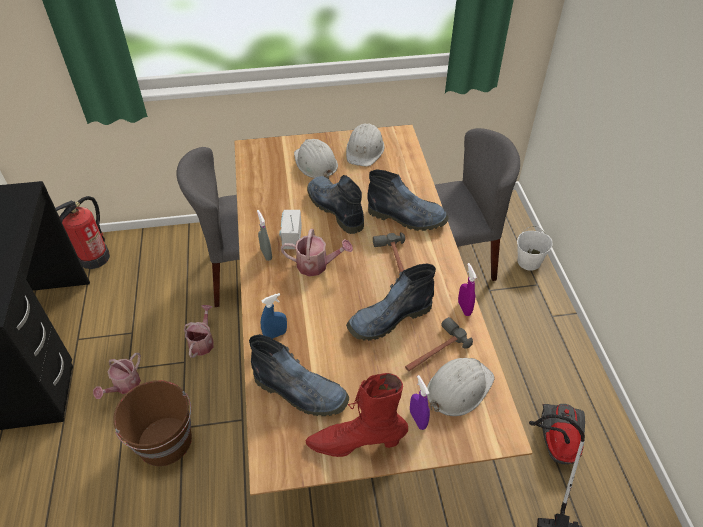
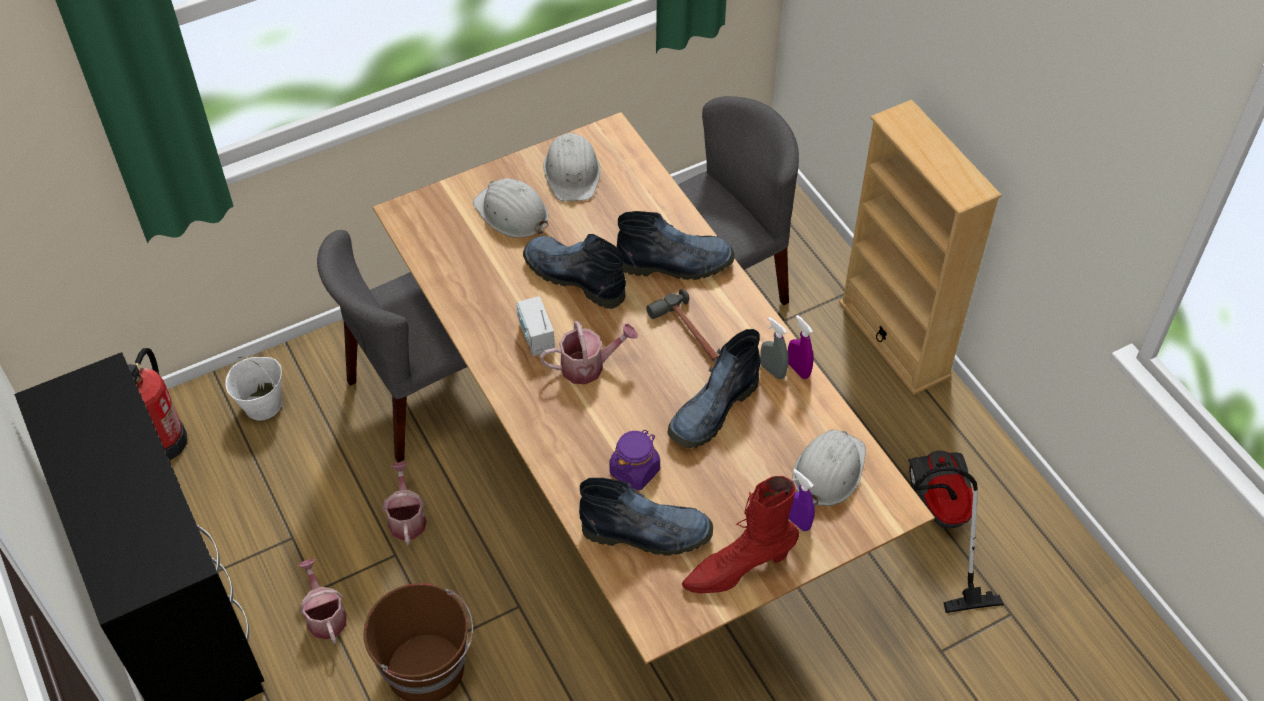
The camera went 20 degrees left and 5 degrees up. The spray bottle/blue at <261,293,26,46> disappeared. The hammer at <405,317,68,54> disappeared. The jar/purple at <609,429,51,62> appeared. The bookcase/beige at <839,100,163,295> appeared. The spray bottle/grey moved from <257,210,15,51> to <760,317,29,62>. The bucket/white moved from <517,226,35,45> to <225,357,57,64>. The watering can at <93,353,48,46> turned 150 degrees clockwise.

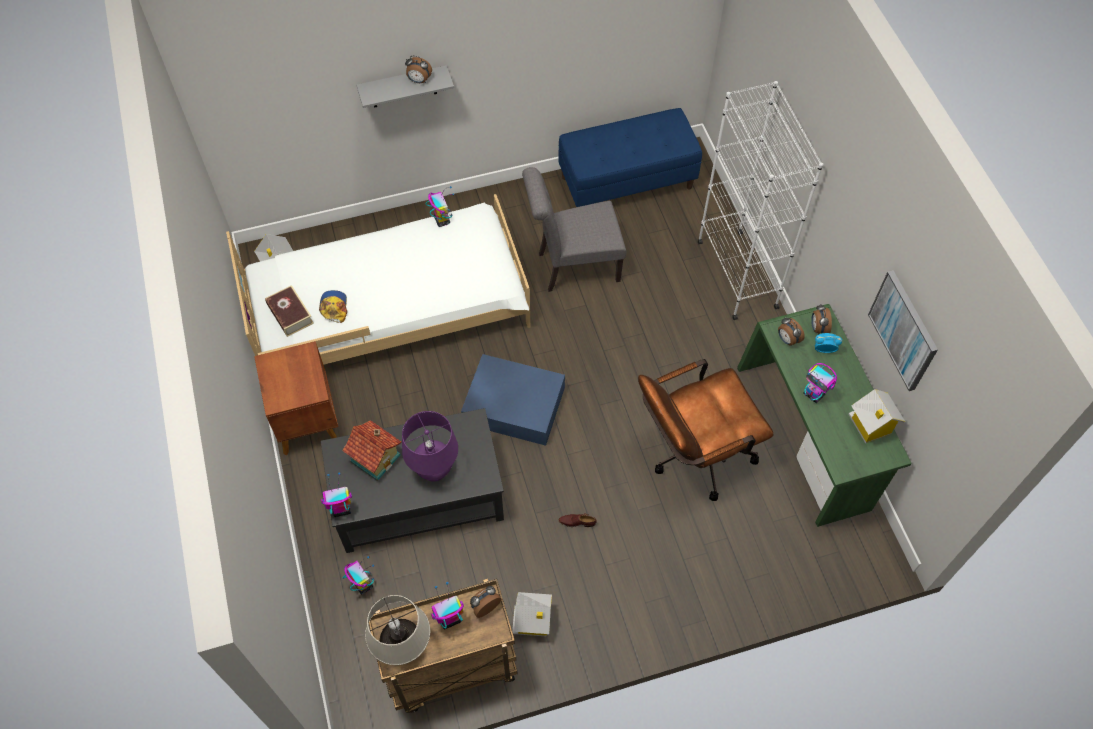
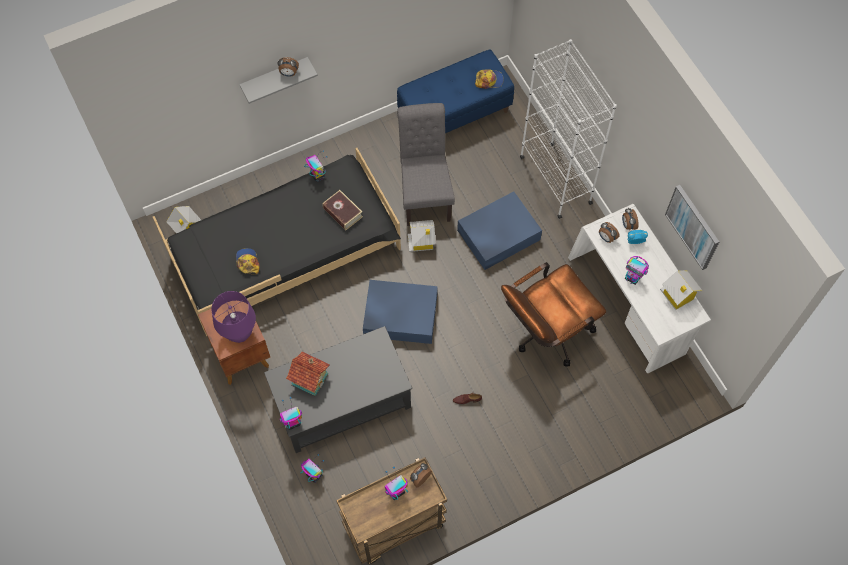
The camera went 10 degrees left and 5 degrees up. The table lamp/beige at <365,595,65,70> disappeared. The storage box/blue at <457,191,85,79> appeared. The cap at <475,70,29,19> appeared. The book moved from <265,285,49,52> to <322,190,41,40>. The table lamp/purple moved from <402,411,56,71> to <211,291,45,52>. The toy house moved from <512,592,40,45> to <408,220,28,32>. The bed/white at <226,194,304,171> became the bed/black at <153,148,248,188>. The desk/green at <737,304,175,223> became the desk/white at <568,204,143,170>. The chair/grey at <522,167,104,125> turned 105 degrees clockwise.

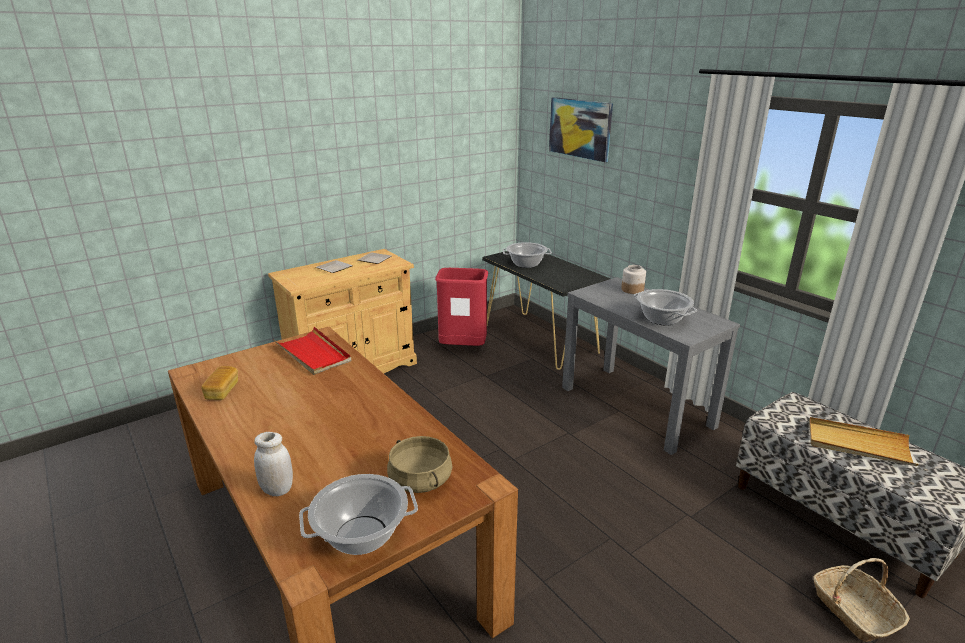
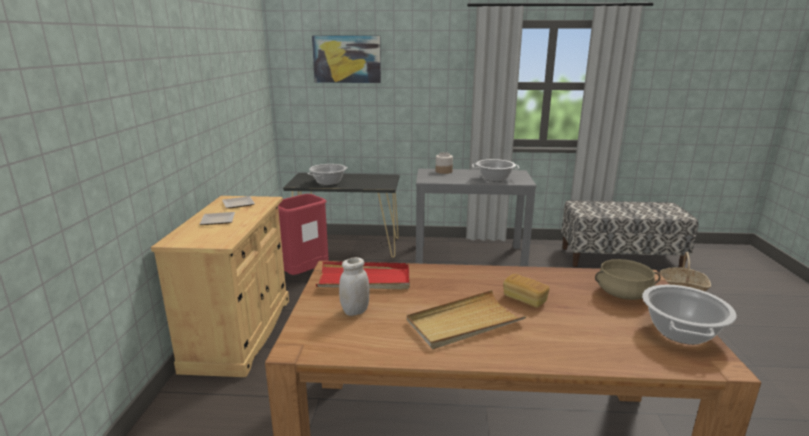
The camera went 50 degrees left and 5 degrees down. The bread moved from <201,366,37,34> to <503,274,46,34>. The jar/white moved from <254,432,39,64> to <339,257,30,59>. The tray/beige moved from <809,417,109,49> to <407,290,120,59>.

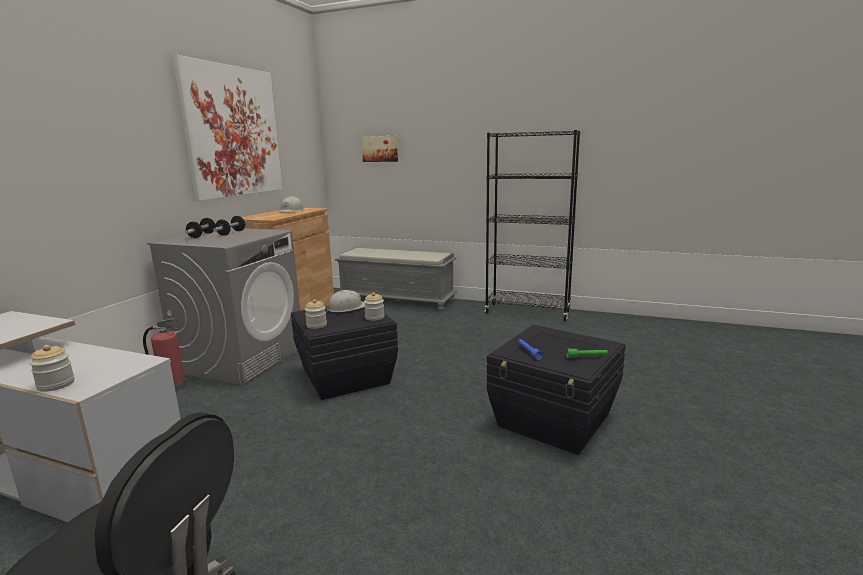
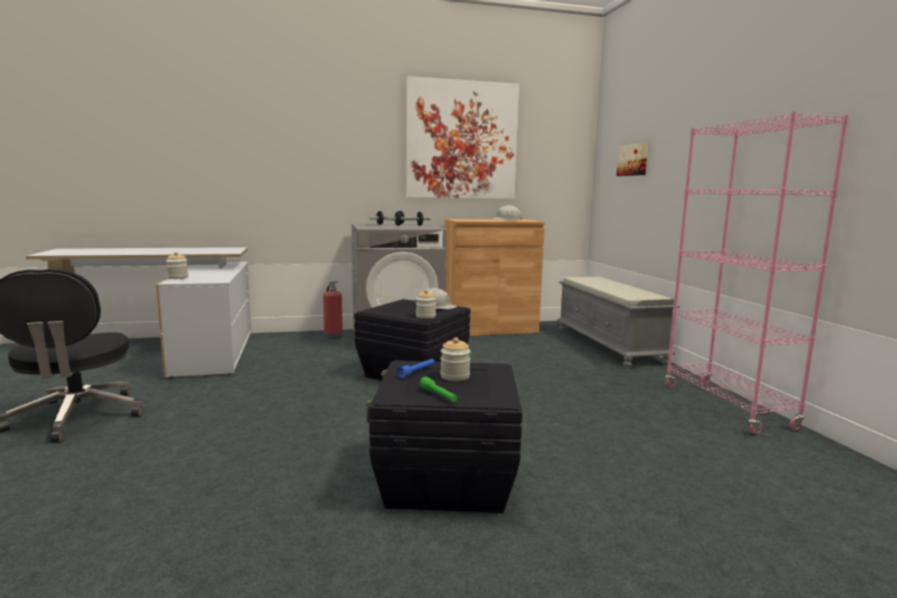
The camera went 55 degrees right and 5 degrees down. The jar moved from <305,299,22,30> to <440,338,31,43>. The bookcase/black at <485,130,95,191> became the bookcase/pink at <665,111,184,323>.

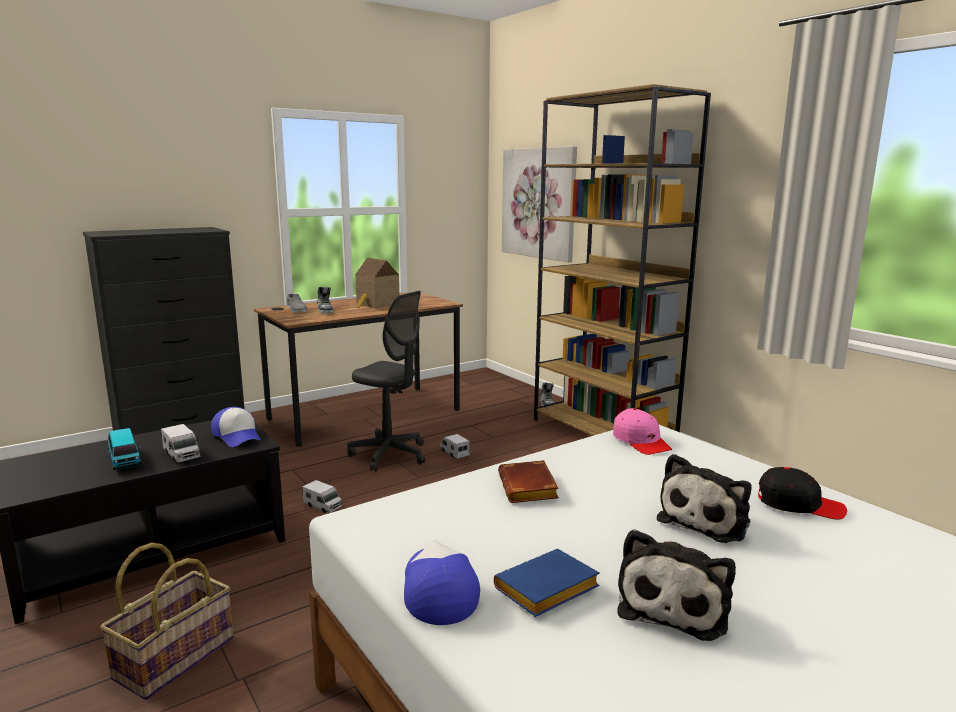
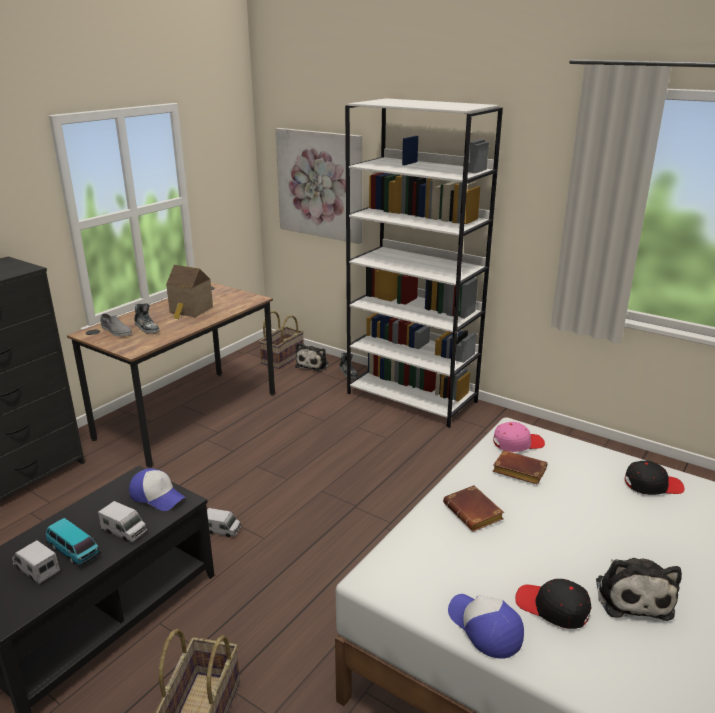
The camera went 20 degrees left and 10 degrees up. The office chair/grey at <347,291,78,181> disappeared. The basket at <259,311,45,58> appeared. The book/brown at <492,450,55,35> appeared. The toy truck moved from <440,434,30,25> to <12,540,48,44>. The plush toy moved from <657,454,95,89> to <295,343,33,28>. The book/blue at <494,549,106,68> was replaced by the cap/black at <515,579,76,50>. The bookcase/brown at <534,84,177,352> became the bookcase/white at <345,98,158,330>. The cap/pink at <613,408,59,47> turned 60 degrees counterclockwise.

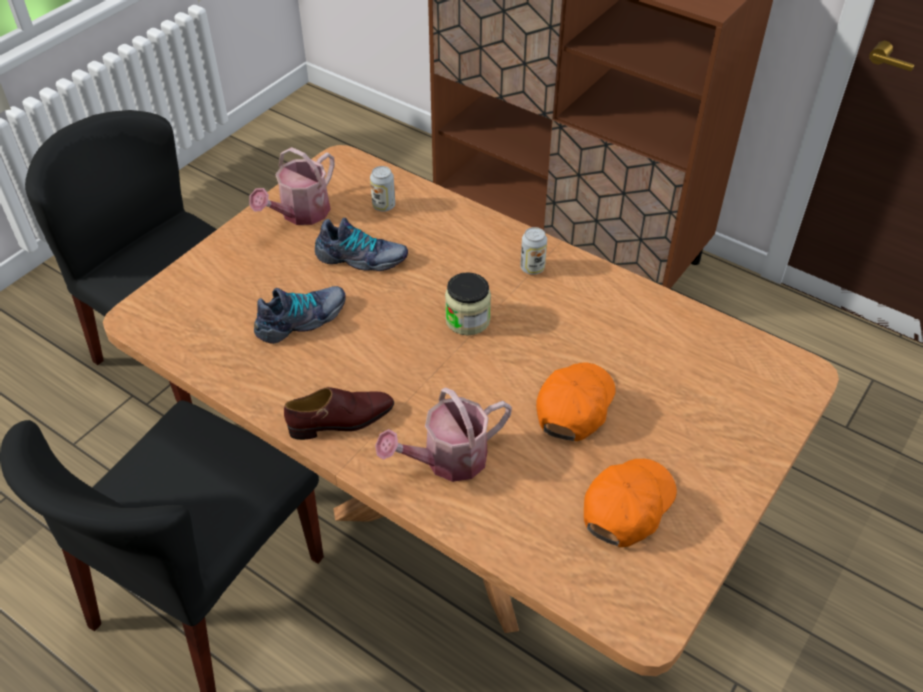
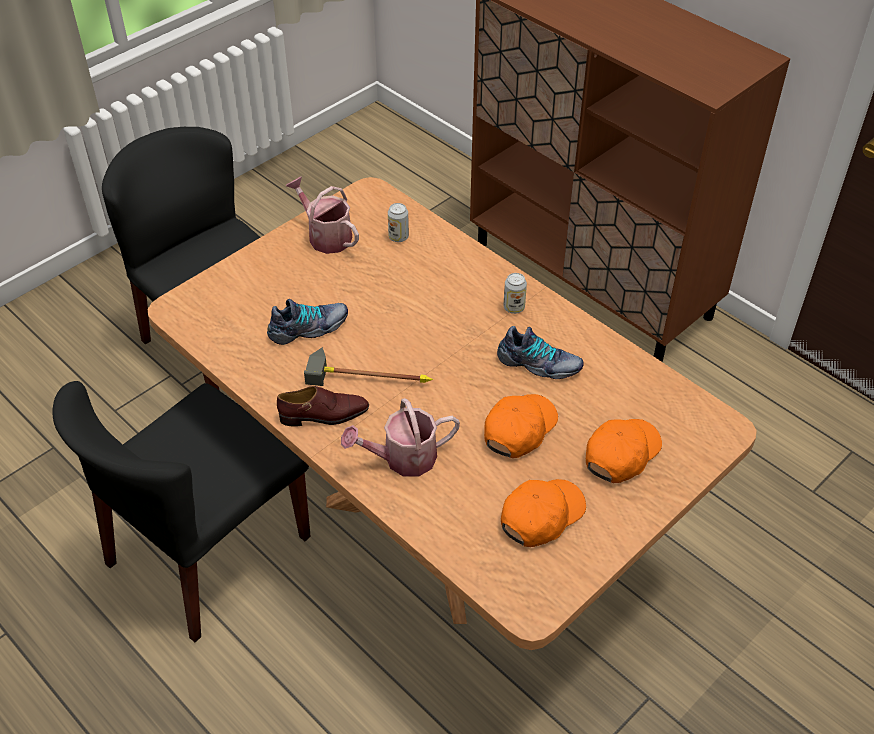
The camera went 10 degrees right and 0 degrees up. The jar at <445,272,46,63> disappeared. The hammer at <304,347,129,39> appeared. The cap/orange at <586,419,76,64> appeared. The shoe moved from <315,218,93,53> to <497,326,87,53>. The watering can at <249,147,86,78> turned 90 degrees clockwise.

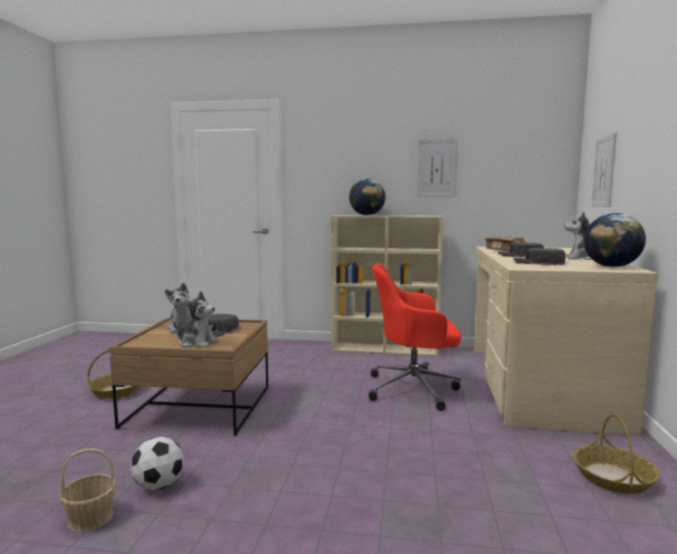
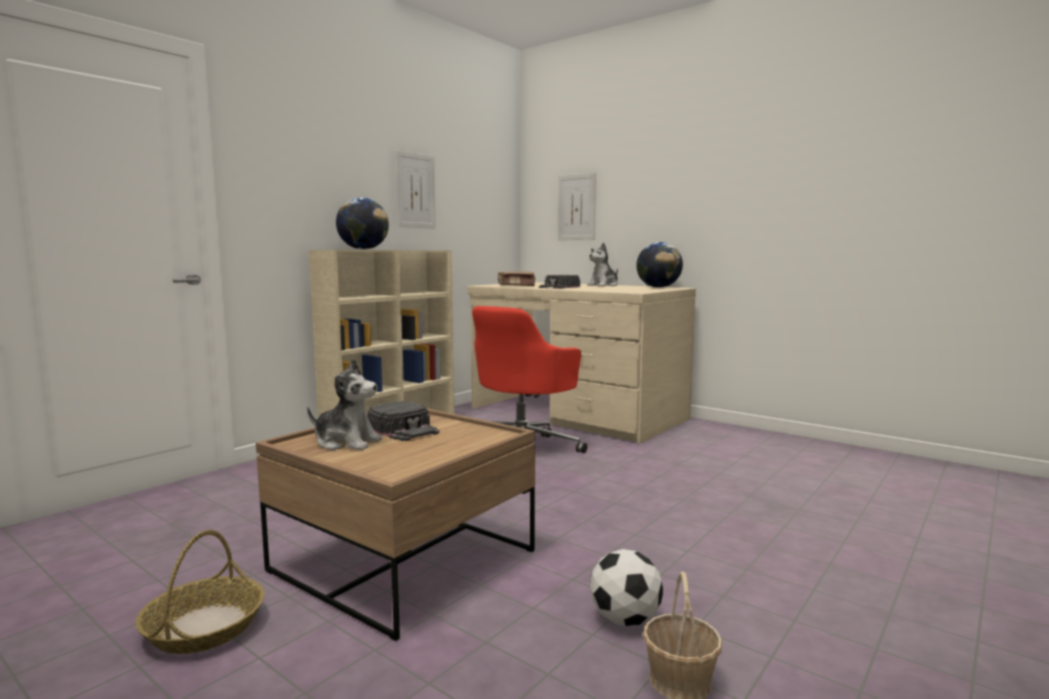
The camera went 60 degrees left and 0 degrees up. The plush toy at <173,291,46,57> disappeared. The cap/black at <513,248,53,17> disappeared. The basket at <573,414,87,80> disappeared.

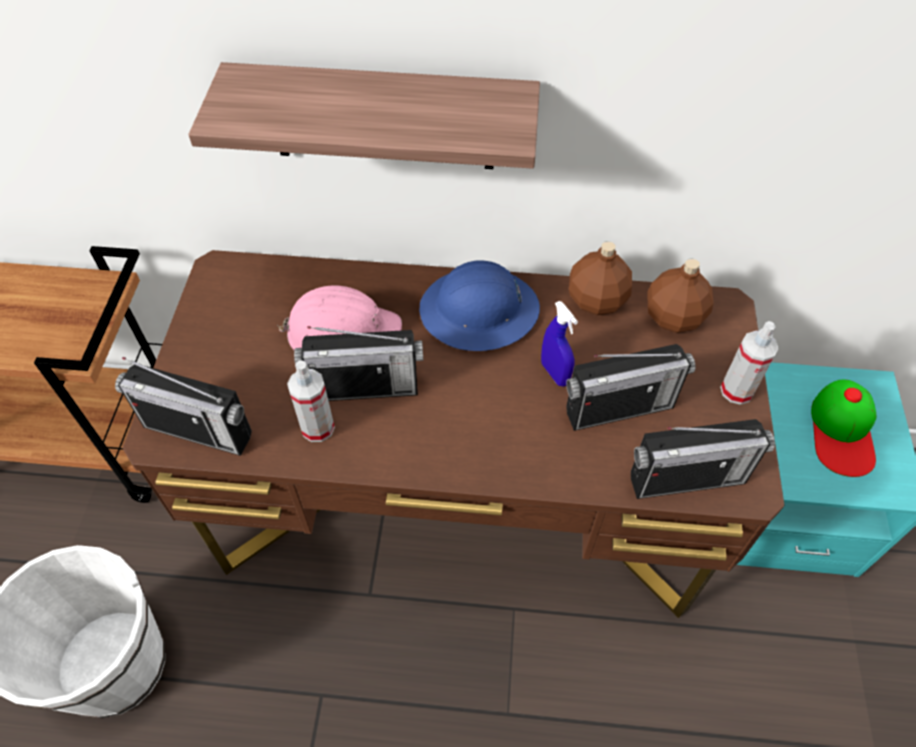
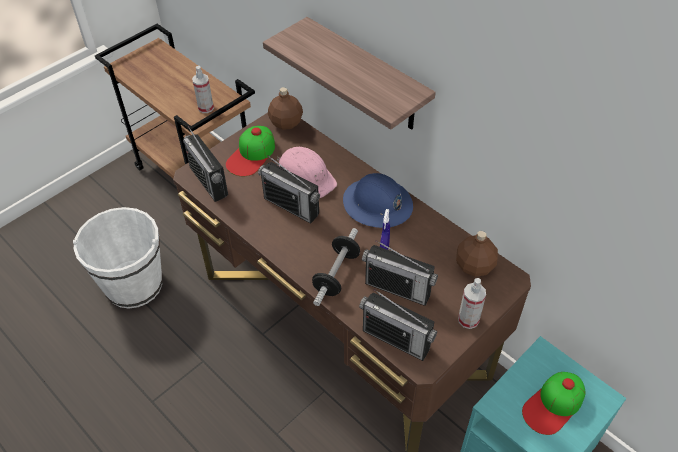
The camera went 40 degrees right and 5 degrees down. The cap at <226,126,49,50> appeared. The dumbbell at <312,228,48,78> appeared. The spray bottle moved from <287,360,48,82> to <192,66,22,47>. The bottle/brown moved from <569,241,63,74> to <268,87,35,43>.

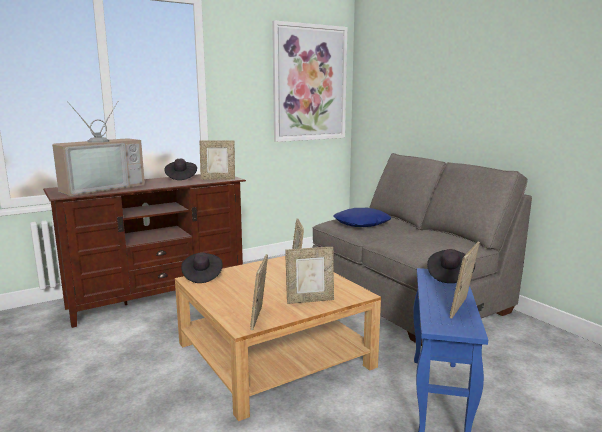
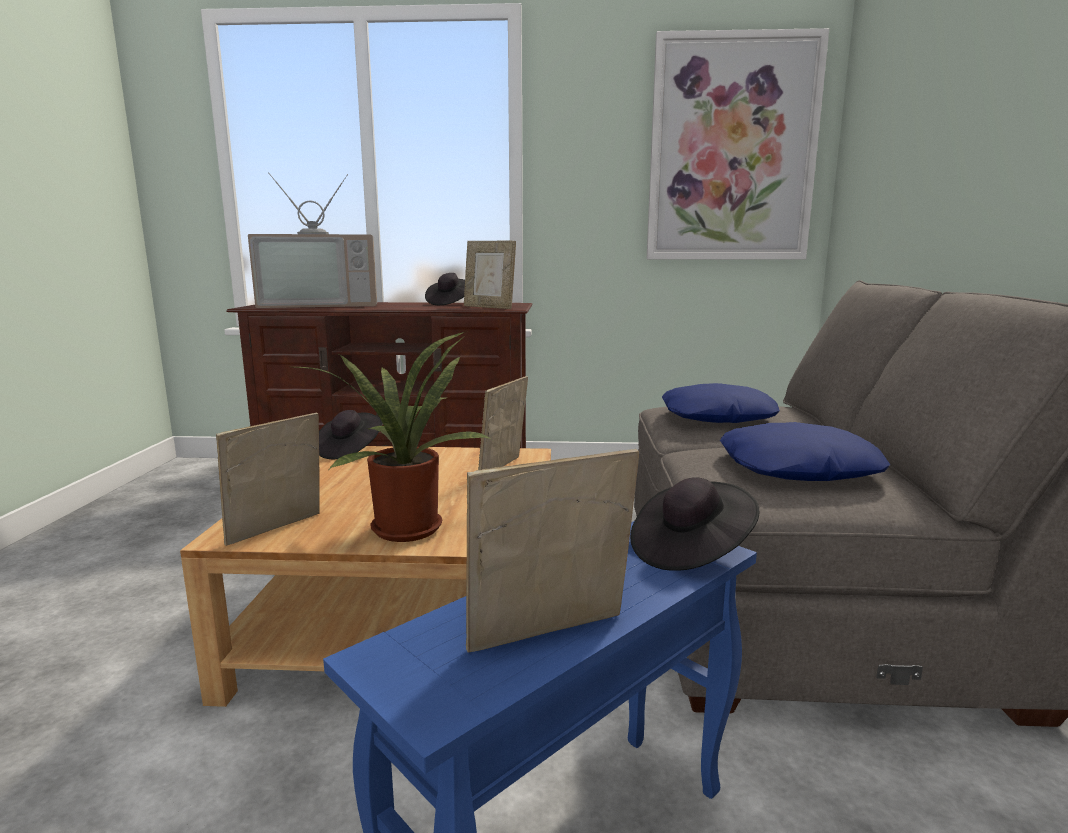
The camera went 35 degrees right and 0 degrees up. The pillow/blue at <720,422,170,59> appeared. The picture frame at <285,247,49,57> was replaced by the potted plant at <295,331,197,211>.

